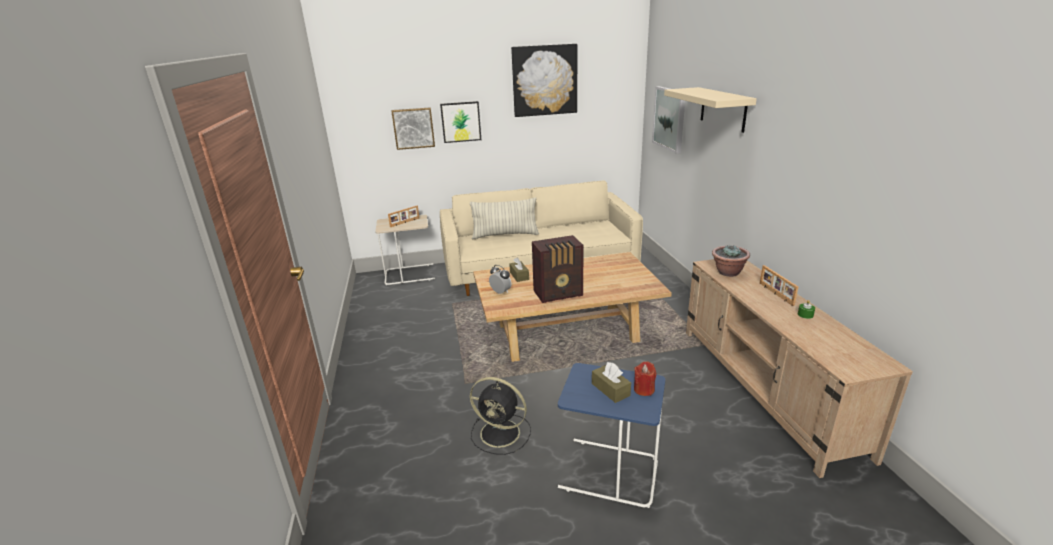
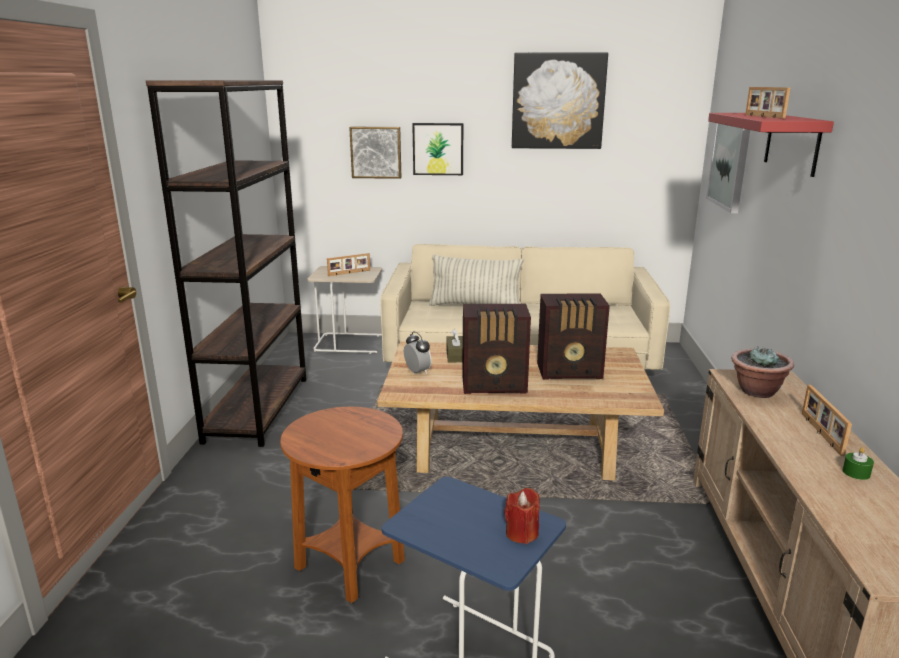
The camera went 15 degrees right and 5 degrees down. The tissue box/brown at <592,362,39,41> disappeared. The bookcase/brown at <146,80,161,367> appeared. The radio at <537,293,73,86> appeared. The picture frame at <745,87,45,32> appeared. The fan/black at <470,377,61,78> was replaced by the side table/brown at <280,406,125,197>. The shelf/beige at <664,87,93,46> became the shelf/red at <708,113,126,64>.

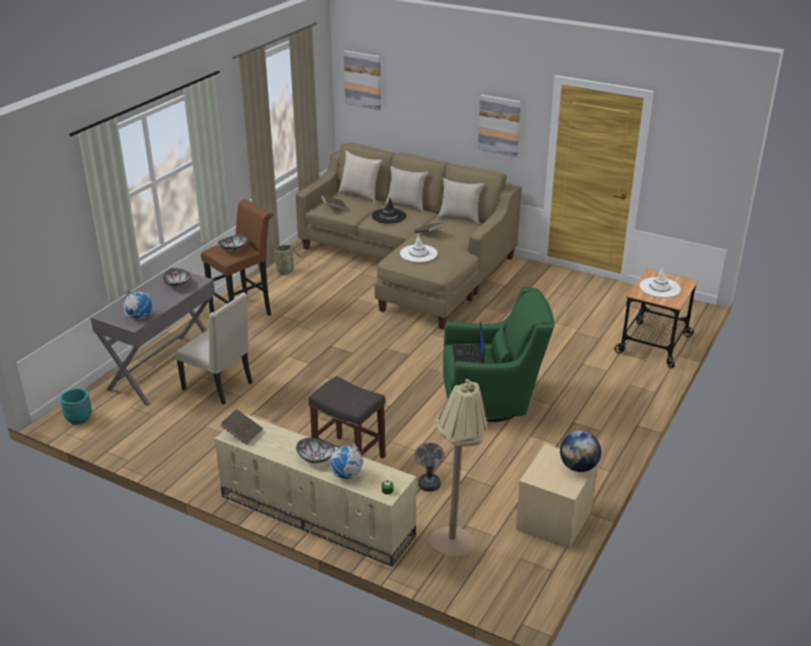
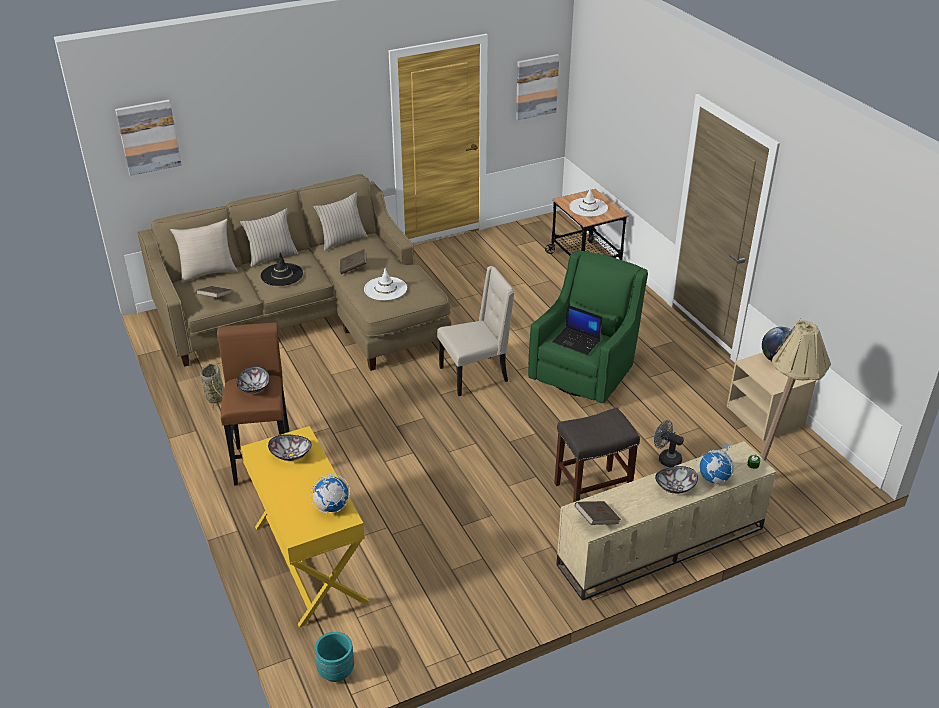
The camera went 55 degrees left and 5 degrees up. The chair/beige moved from <175,292,78,113> to <437,266,78,130>. The picture moved from <478,95,43,62> to <516,54,43,66>. The desk/grey at <90,267,125,139> became the desk/yellow at <241,426,128,201>.

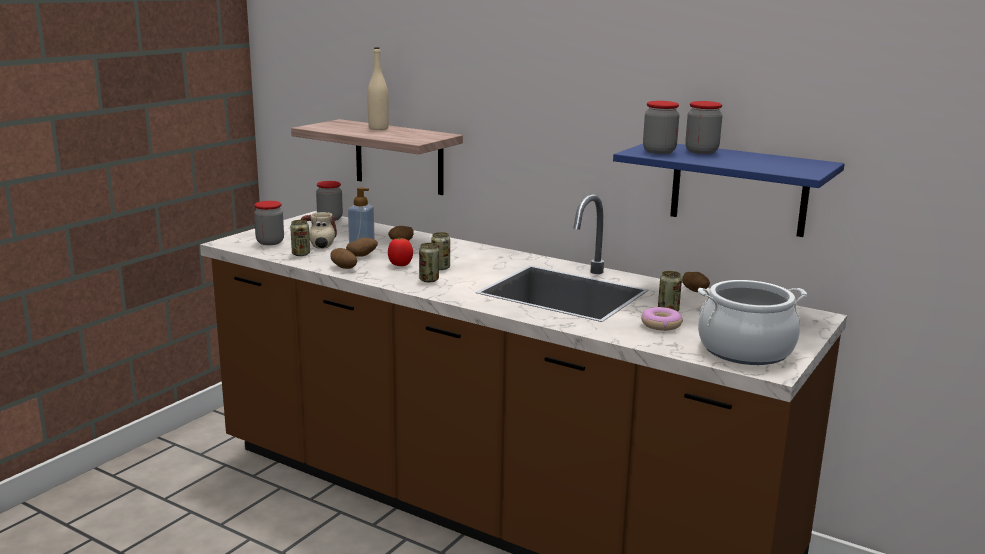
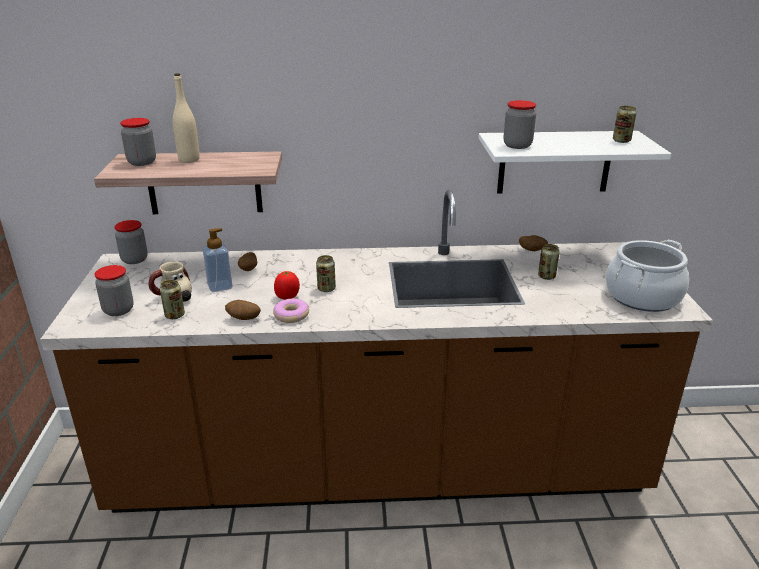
The camera went 35 degrees left and 10 degrees up. The potato at <346,238,32,19> disappeared. The can moved from <419,243,20,39> to <613,106,24,37>. The donut moved from <641,307,42,24> to <273,299,36,24>. The jar moved from <685,101,37,53> to <120,118,36,48>. The shelf/blue at <613,144,231,93> became the shelf/white at <478,131,193,63>.

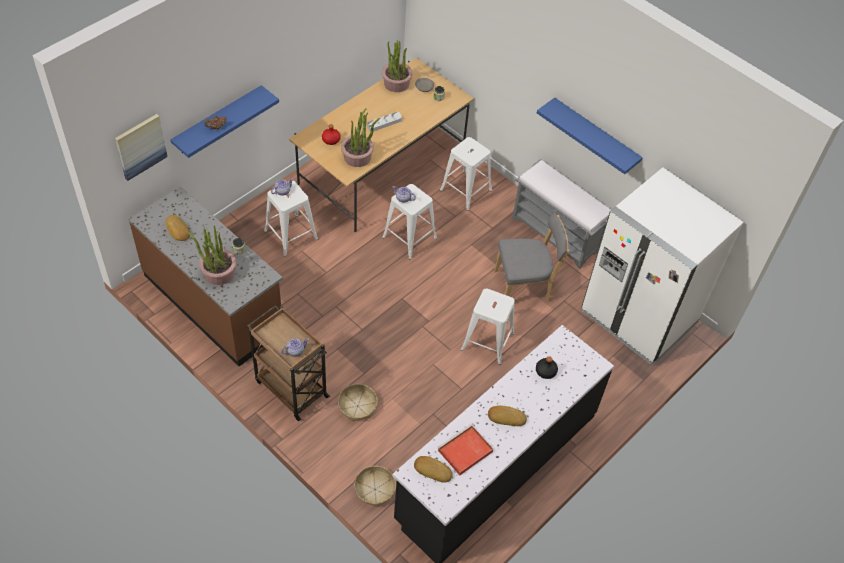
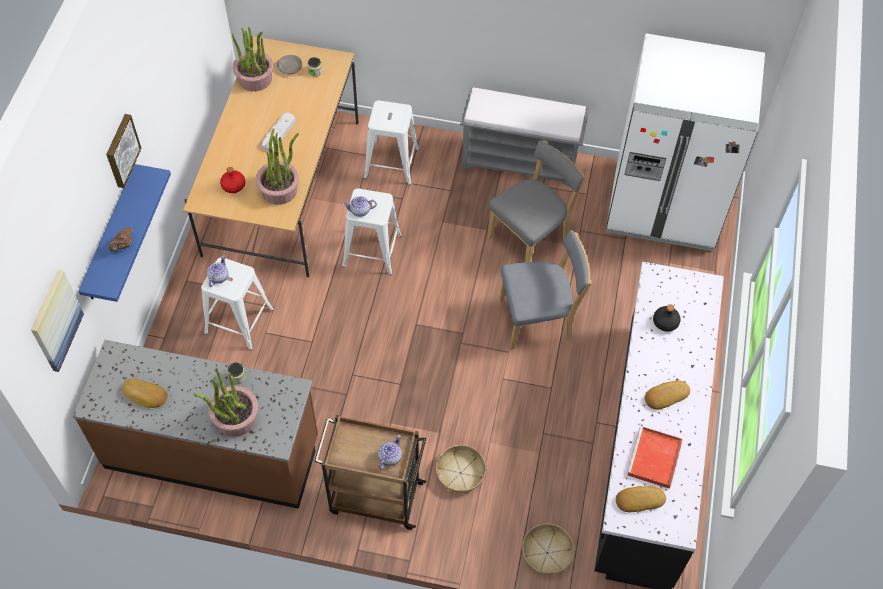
The camera went 30 degrees left and 5 degrees up. The shelf/blue at <537,98,106,76> disappeared. The picture at <106,114,36,74> appeared. The stool/white at <461,289,54,76> was replaced by the chair/grey at <499,230,93,120>.

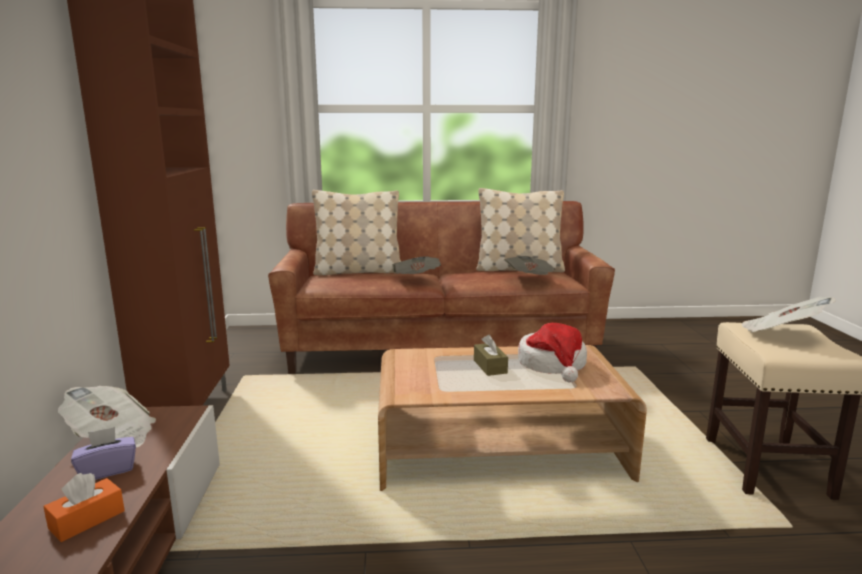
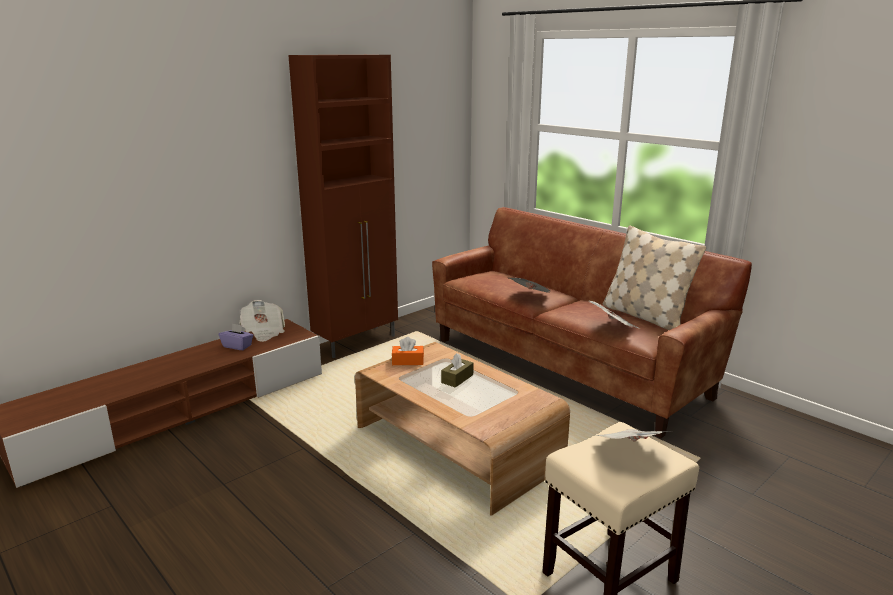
The camera went 50 degrees right and 5 degrees up. The pillow/beige at <312,190,89,85> disappeared. The hat at <518,323,69,59> disappeared. The tissue box/orange moved from <43,473,82,69> to <392,337,32,28>.

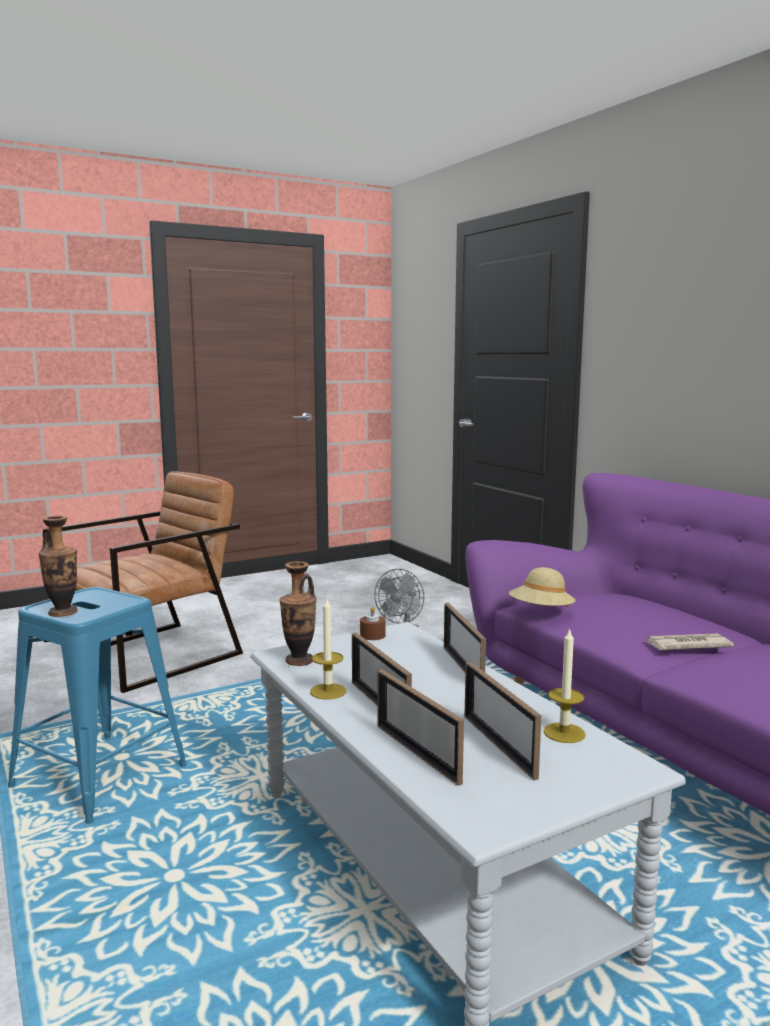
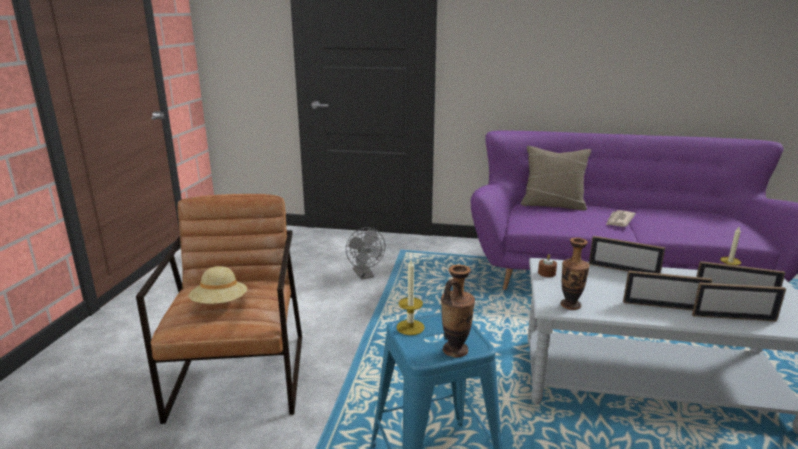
The camera went 50 degrees left and 10 degrees up. The pillow/beige at <520,146,71,64> appeared. The candle moved from <310,599,36,101> to <396,260,29,75>. The hat/beige moved from <509,567,67,40> to <188,266,59,38>.

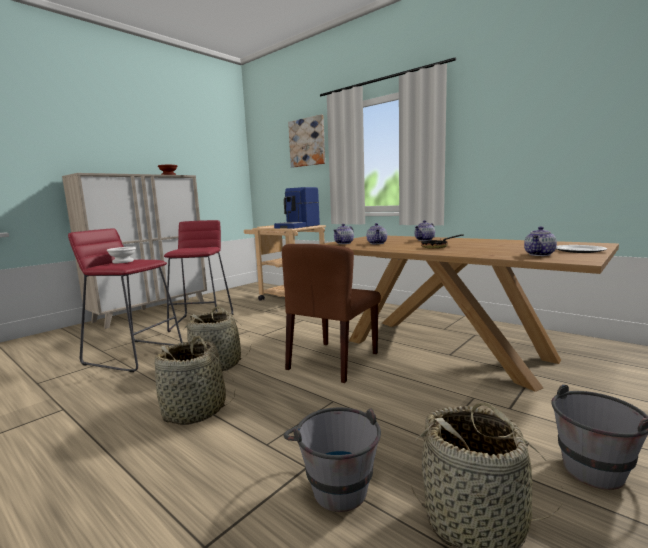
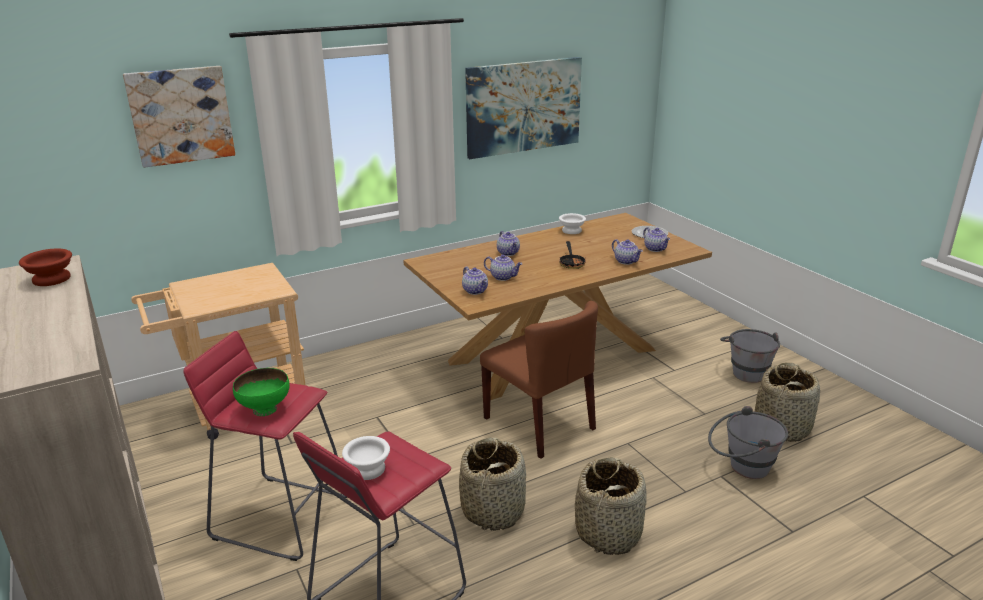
The camera went 70 degrees left and 15 degrees up. The coffee machine at <274,187,46,42> disappeared. The bowl/green at <233,368,57,48> appeared. The picture at <465,57,117,102> appeared. The bowl/white at <559,213,27,21> appeared. The teapot at <612,239,31,26> appeared.

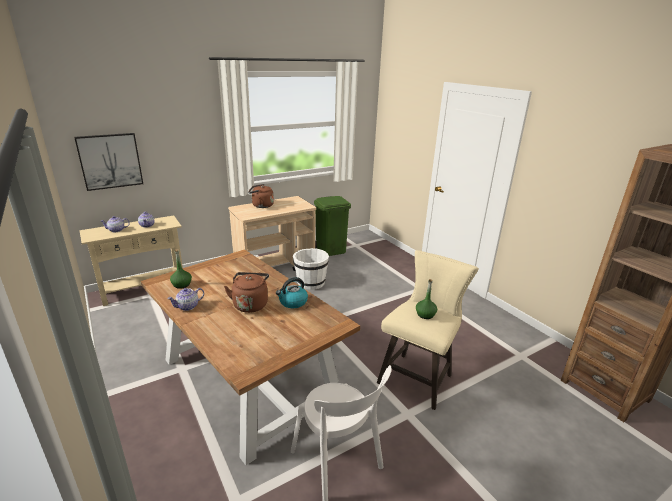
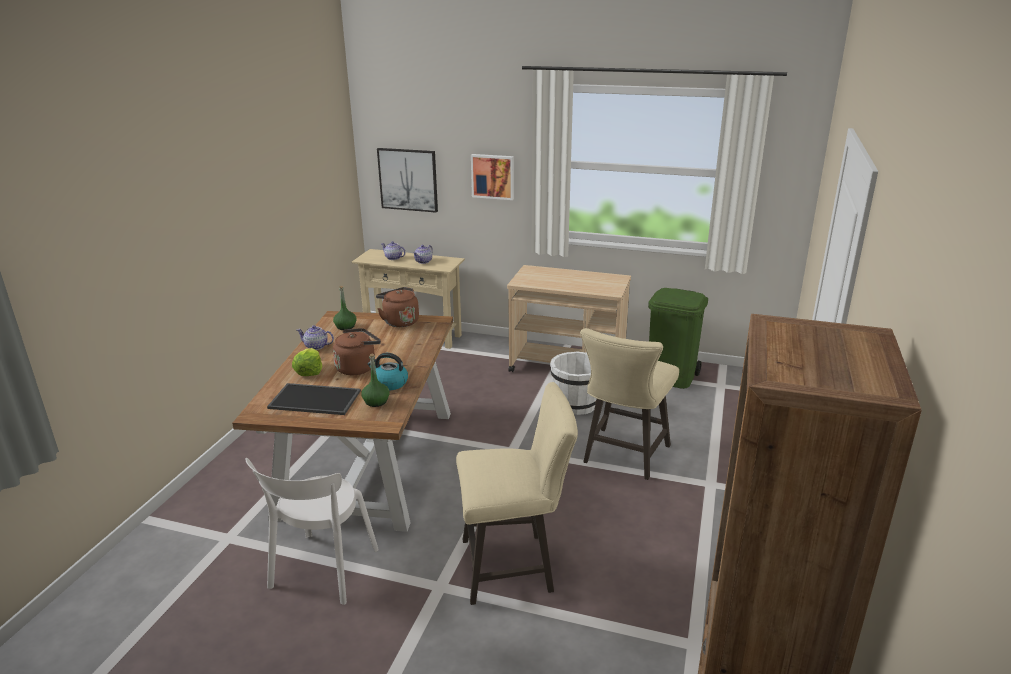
The camera went 50 degrees right and 0 degrees up. The tray at <267,383,94,32> appeared. The lettuce at <292,348,30,28> appeared. The picture at <471,154,43,46> appeared. The stool/beige at <580,328,99,152> appeared. The kettle/brown moved from <248,184,26,24> to <376,287,43,40>. The bottle/green moved from <416,279,21,40> to <361,354,29,53>.

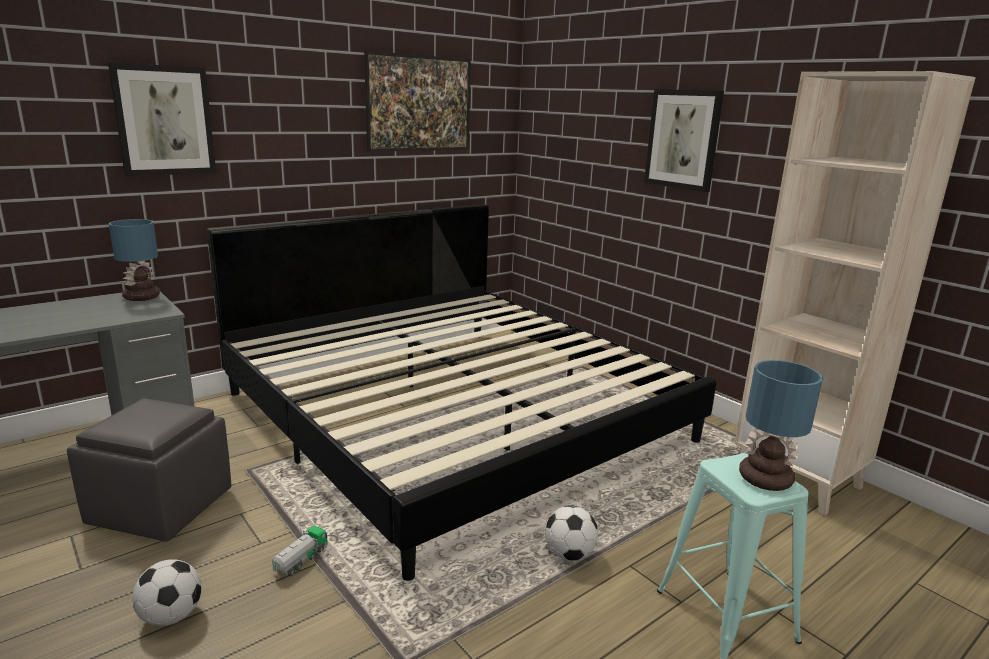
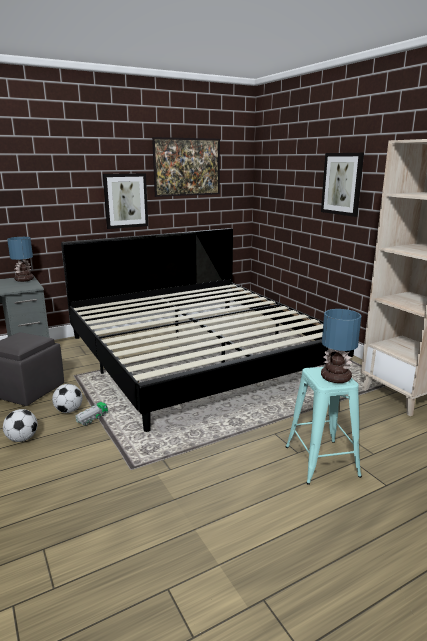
The camera went 10 degrees right and 0 degrees up. The picture moved from <108,62,108,114> to <103,173,45,56>. The football moved from <545,505,53,56> to <52,384,30,29>.

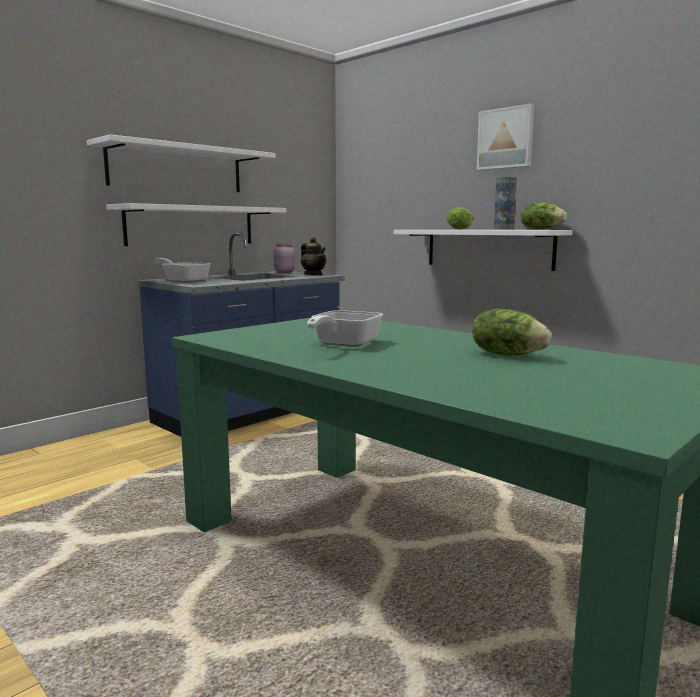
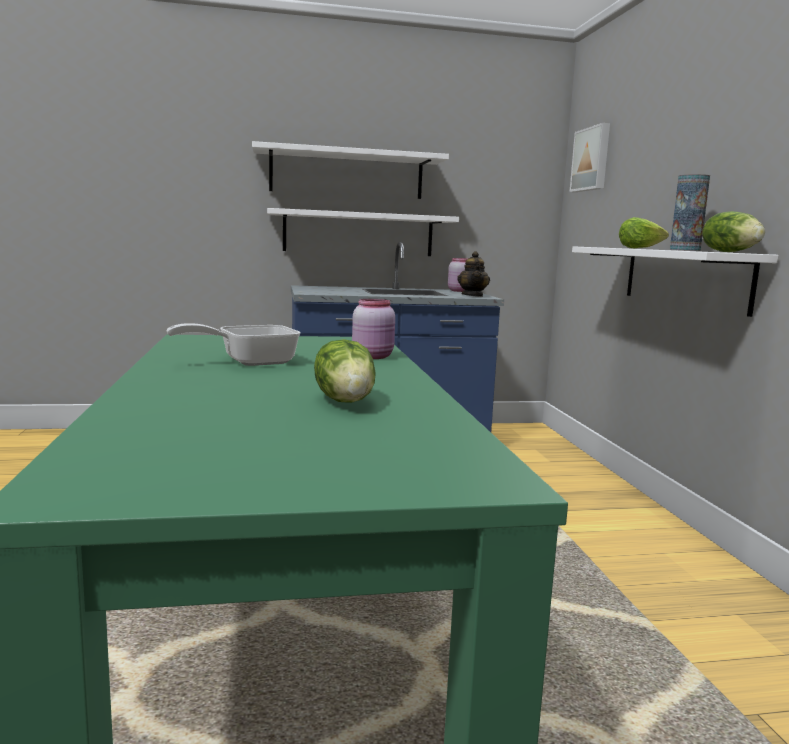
The camera went 35 degrees right and 0 degrees up. The frying pan at <153,258,58,25> disappeared. The jar/pink at <352,299,43,60> appeared. The picture moved from <477,104,57,66> to <569,123,41,69>.

